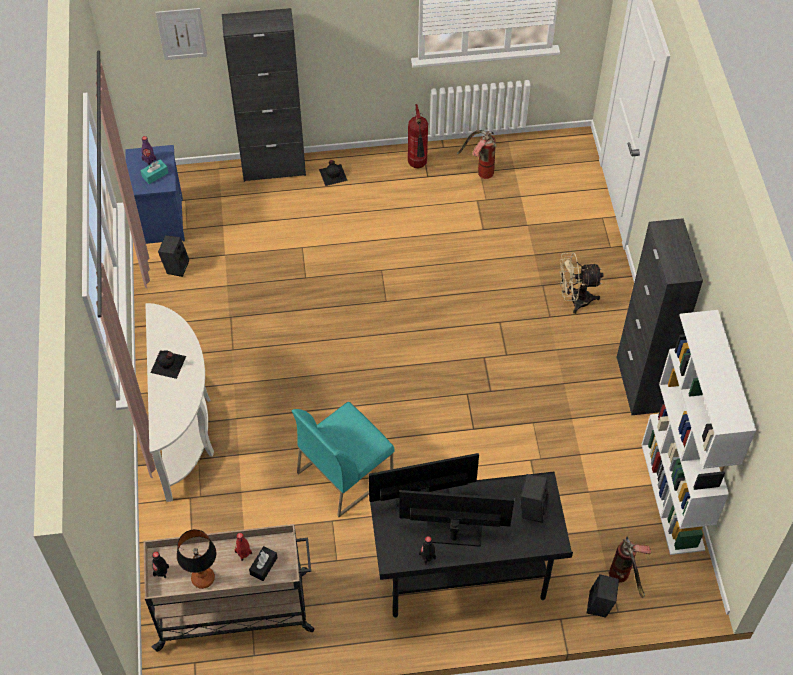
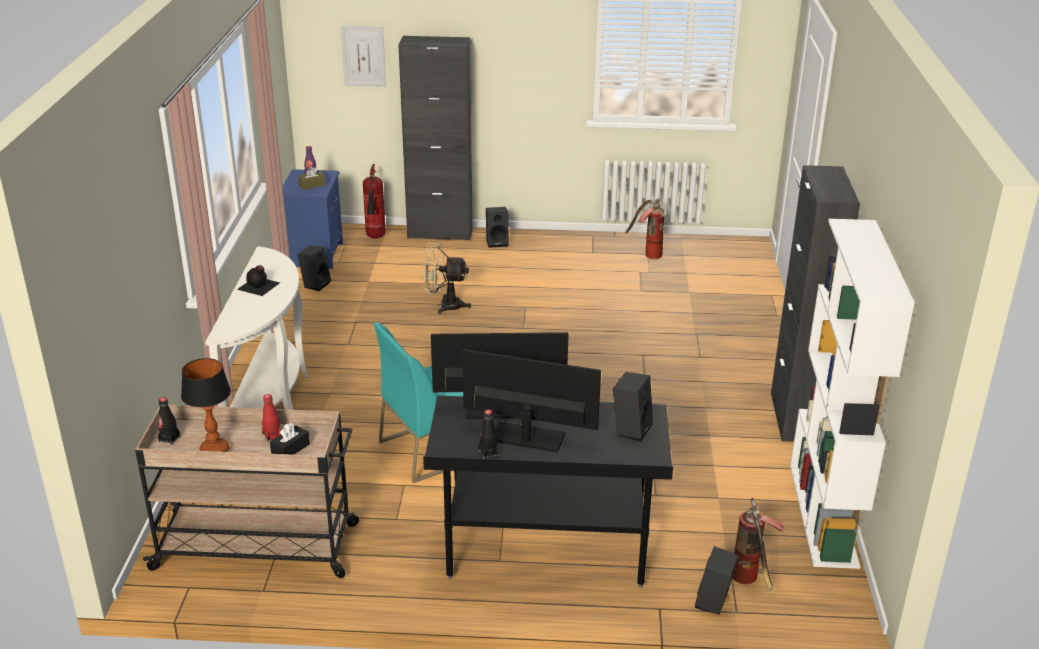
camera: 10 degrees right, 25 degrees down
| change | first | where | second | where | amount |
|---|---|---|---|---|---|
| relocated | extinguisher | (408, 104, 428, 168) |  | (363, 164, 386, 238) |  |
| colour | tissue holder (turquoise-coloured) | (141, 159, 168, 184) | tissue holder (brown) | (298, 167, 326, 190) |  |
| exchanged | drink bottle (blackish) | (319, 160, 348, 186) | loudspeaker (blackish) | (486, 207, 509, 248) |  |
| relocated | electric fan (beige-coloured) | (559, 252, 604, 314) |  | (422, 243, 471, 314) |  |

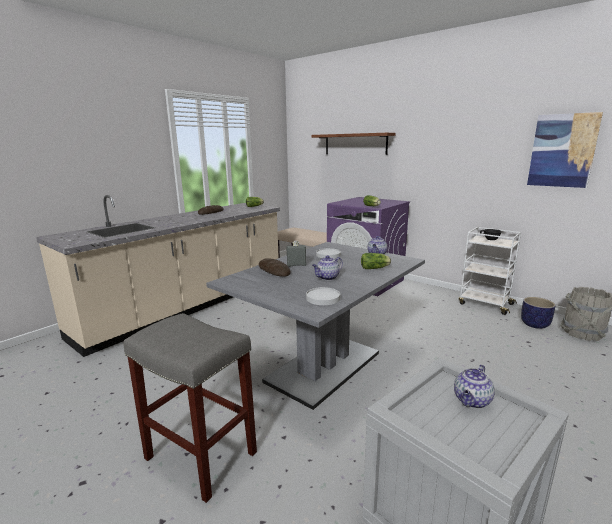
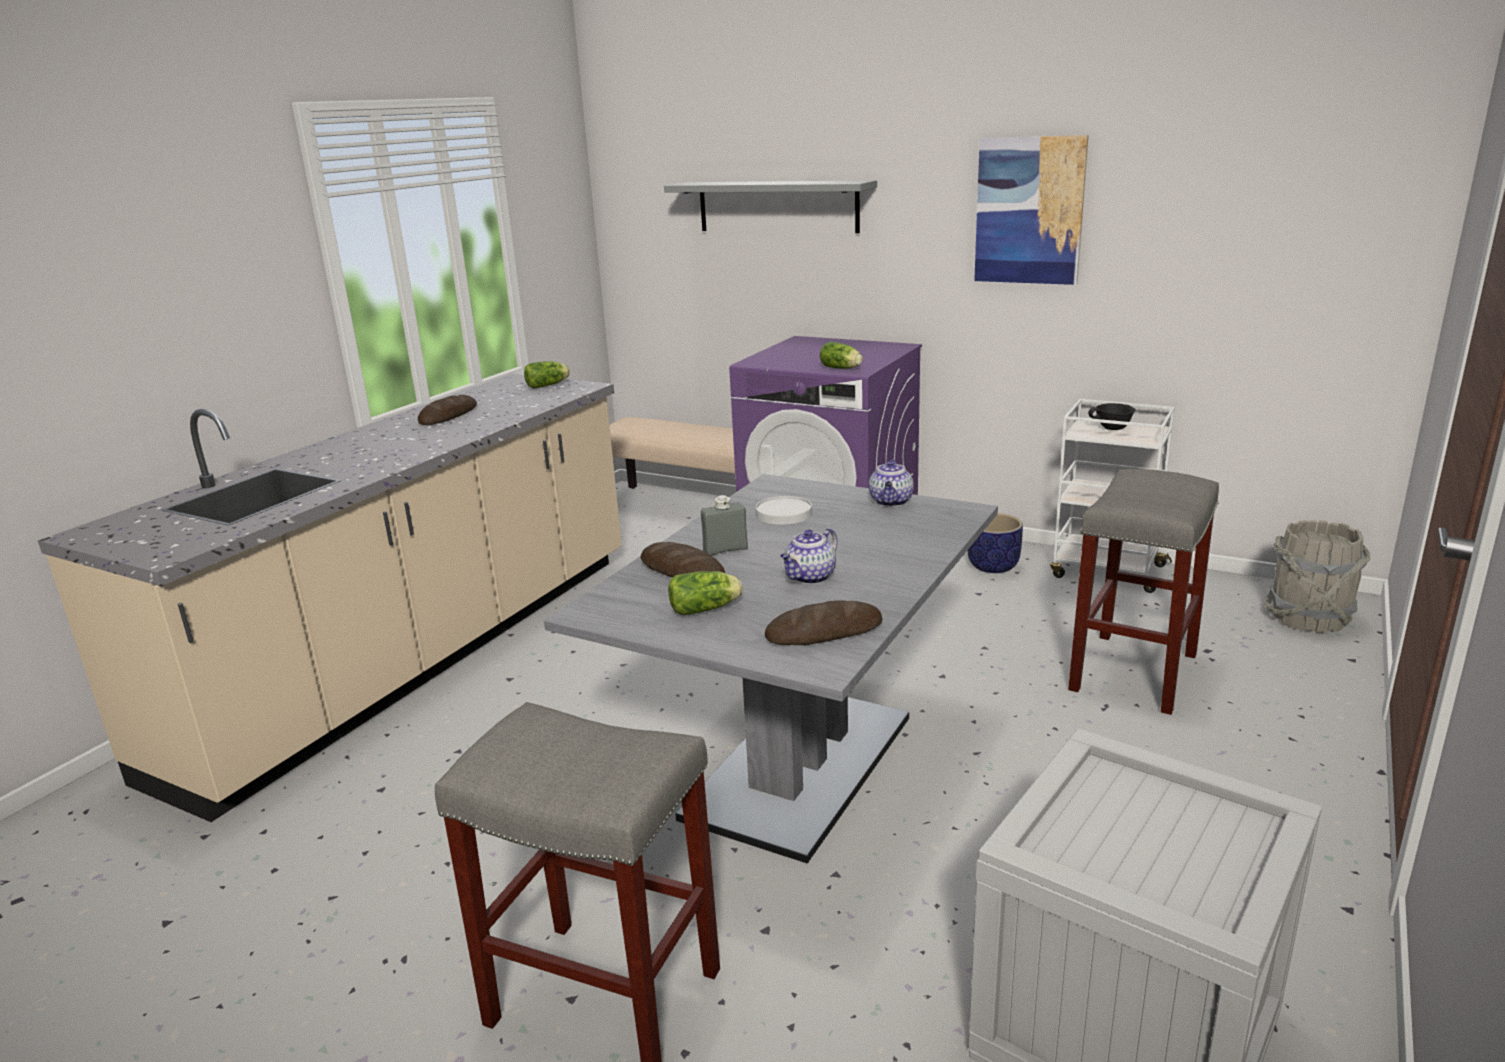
camera: 10 degrees left, 5 degrees up
| change | first | where | second | where | amount |
|---|---|---|---|---|---|
| relocated | wall art | (527, 112, 603, 188) |  | (974, 135, 1088, 285) |  |
| colour | shelf (brown) | (311, 133, 396, 155) | shelf (gray) | (664, 180, 877, 233) |  |
| relocated | head of lettuce | (361, 253, 391, 269) |  | (668, 571, 743, 615) |  |
| exchanged | flat dish (white) | (306, 287, 340, 305) | bakery bread | (765, 600, 883, 645) |  |
| relocated | planter | (521, 297, 556, 329) |  | (967, 513, 1023, 573) |  |
| missing | pot for tea | (454, 365, 495, 408) |  |  |  |
| appeared |  |  | sitting stool (gray) | (1068, 469, 1219, 715) |  |

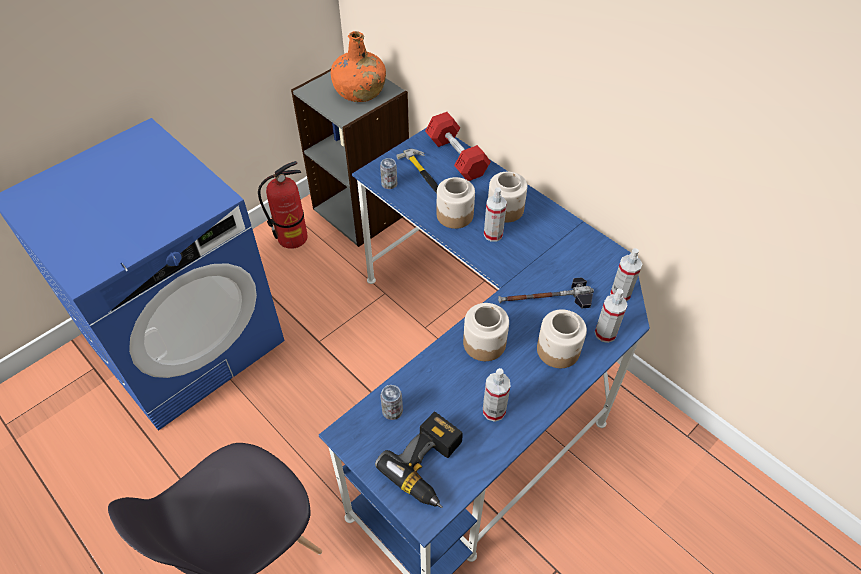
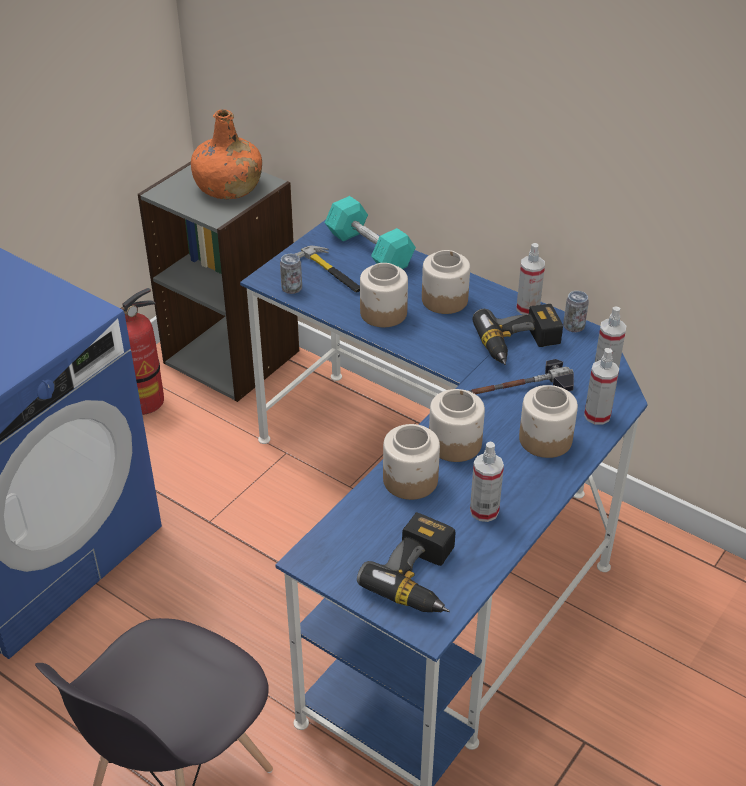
camera: 10 degrees left, 10 degrees down
| change | first | where | second | where | amount |
|---|---|---|---|---|---|
| colour | dumbbell (reddish) | (425, 112, 491, 181) | dumbbell (turquoise-coloured) | (325, 196, 416, 269) |  |
| relocated | spray bottle | (484, 187, 507, 242) |  | (516, 243, 545, 315) |  |
| relocated | metal can | (380, 385, 403, 420) |  | (563, 291, 589, 332) |  |
| appeared |  |  | drill | (472, 304, 563, 365) |  |
| appeared |  |  | jar | (383, 424, 440, 500) |  |

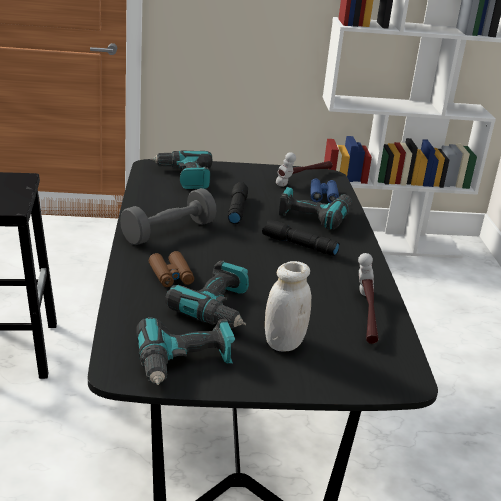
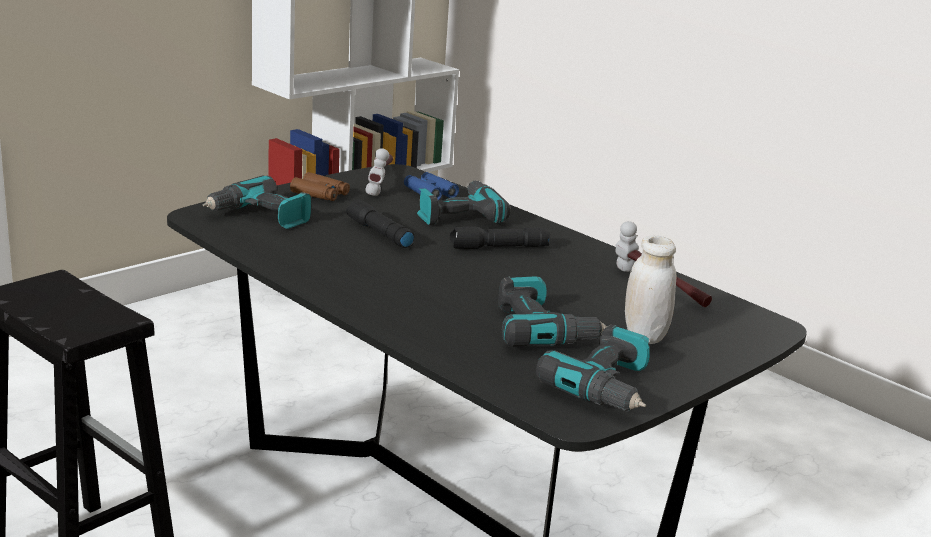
camera: 40 degrees left, 5 degrees down
| change | first | where | second | where | amount |
|---|---|---|---|---|---|
| missing | dumbbell (gray) | (120, 188, 216, 245) |  |  |  |
| relocated | binoculars (brown) | (149, 251, 194, 287) |  | (290, 172, 350, 201) |  |

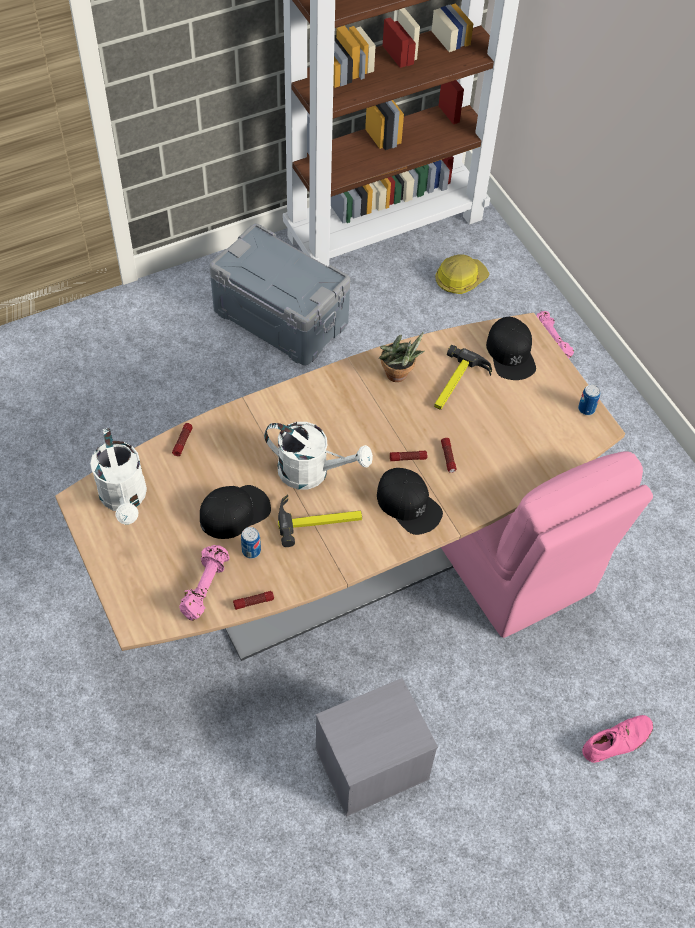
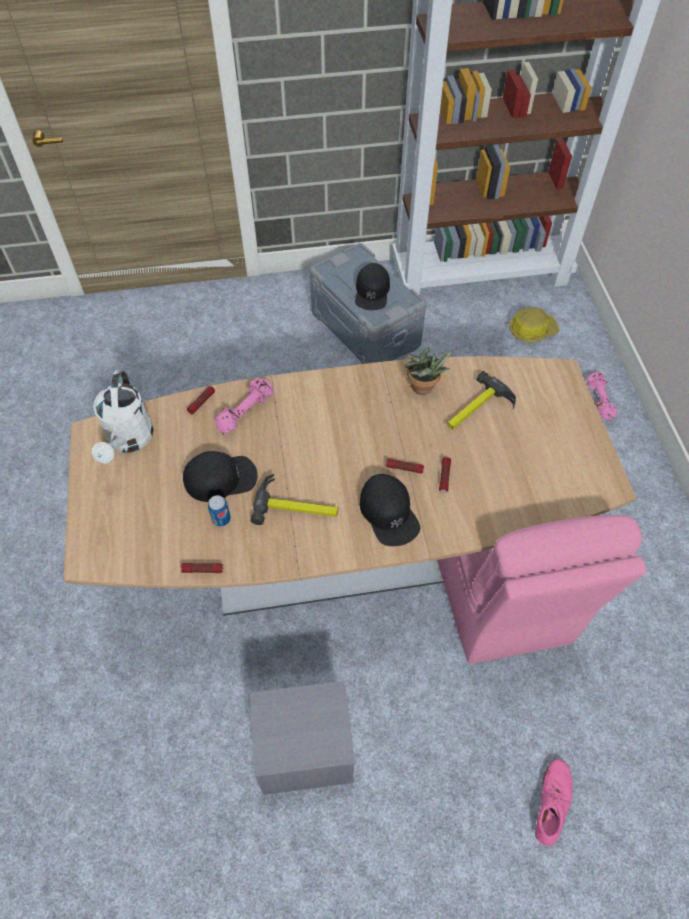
camera: 20 degrees right, 0 degrees up
| change | first | where | second | where | amount |
|---|---|---|---|---|---|
| relocated | cap (blackish) | (486, 317, 536, 380) |  | (355, 263, 390, 310) |  |
| missing | metal can | (578, 385, 600, 415) |  |  |  |
| missing | watering can (white) | (264, 422, 373, 490) |  |  |  |
| relocated | dumbbell (pinkish) | (179, 545, 230, 621) |  | (215, 378, 273, 435) |  |
| spun | shoe (pinkish) | (582, 715, 653, 763) |  | (535, 759, 573, 846) | 60 degrees counterclockwise |

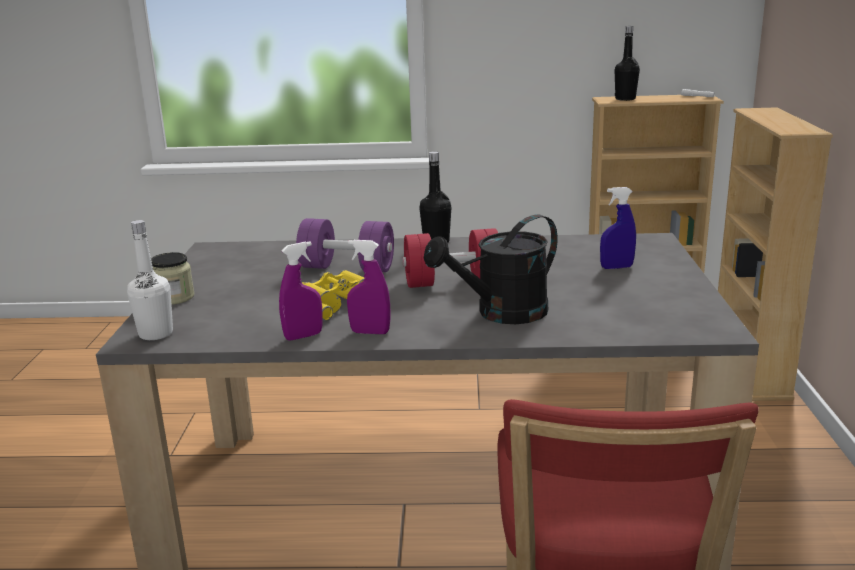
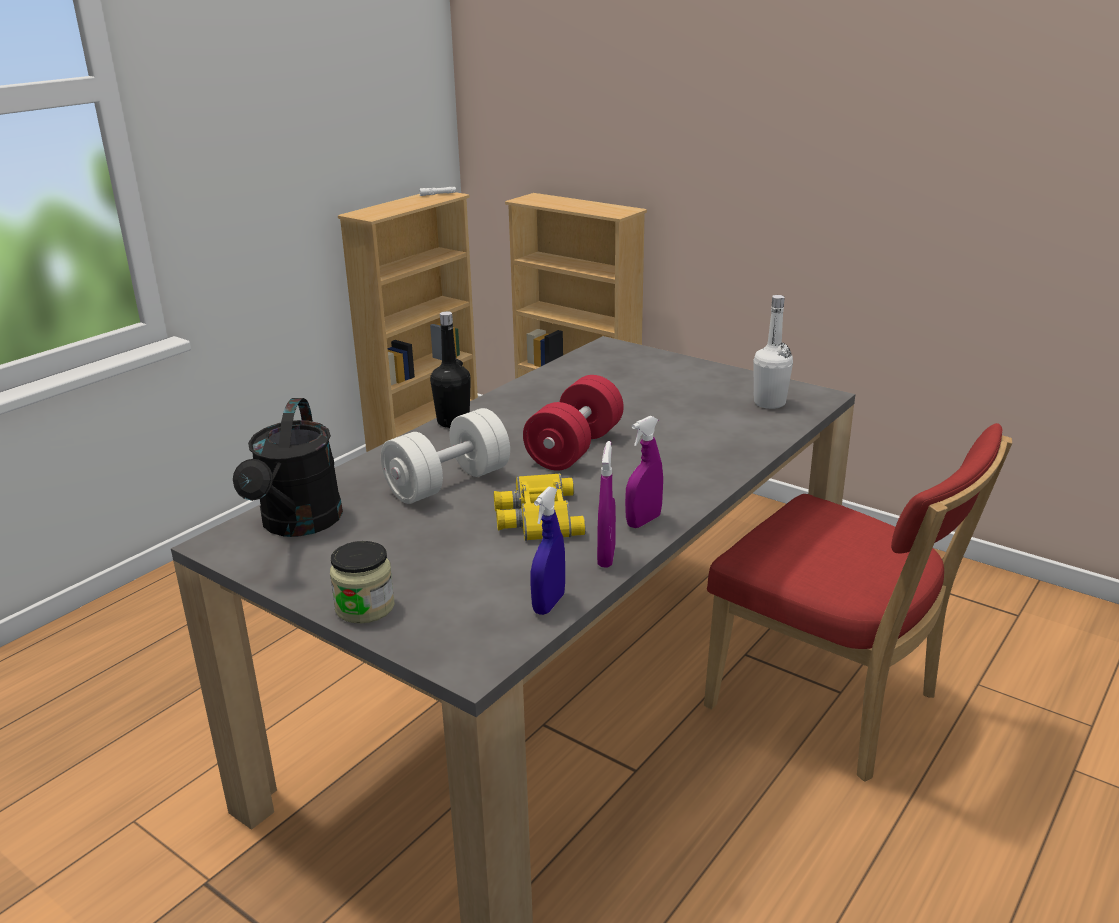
camera: 55 degrees left, 5 degrees up
| change | first | where | second | where | amount |
|---|---|---|---|---|---|
| missing | drink bottle (blackish) | (615, 26, 640, 101) |  |  |  |
| relocated | spray bottle (bluish) | (600, 187, 636, 269) |  | (531, 487, 565, 615) |  |
| relocated | watering can (blackish) | (424, 214, 558, 324) |  | (233, 398, 343, 537) |  |
| colour | dumbbell (purplish) | (296, 218, 394, 272) | dumbbell (white) | (381, 408, 510, 504) |  |
| relocated | drink bottle (white) | (127, 220, 173, 340) |  | (753, 295, 793, 409) |  |

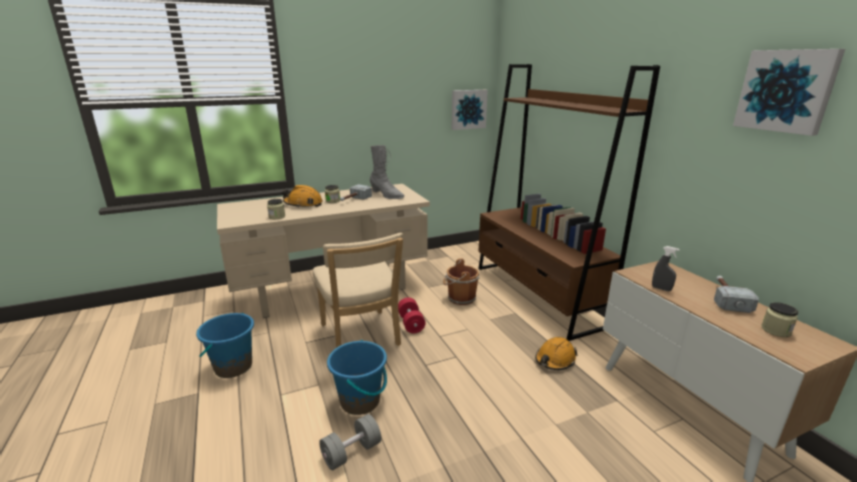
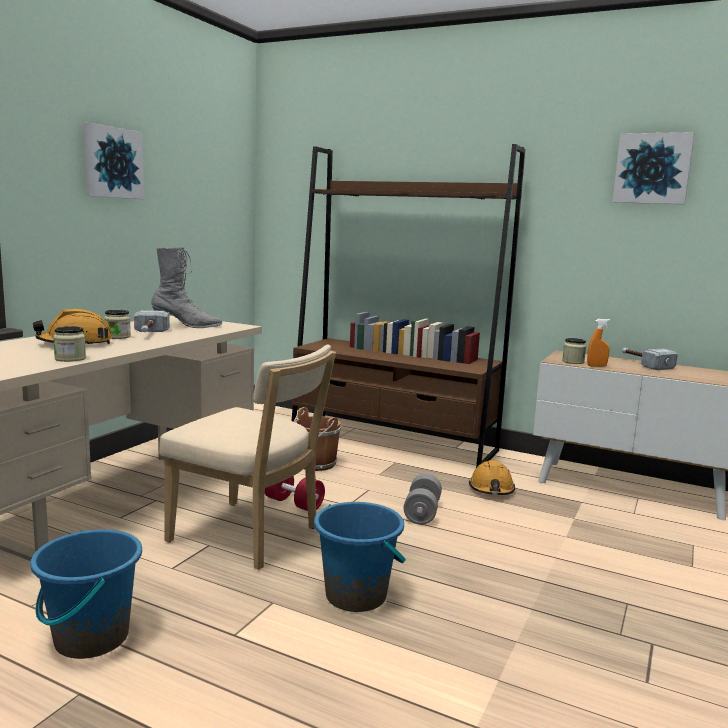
camera: 40 degrees left, 10 degrees down
| change | first | where | second | where | amount |
|---|---|---|---|---|---|
| relocated | wall art | (452, 90, 488, 130) |  | (83, 123, 144, 199) |  |
| colour | spray bottle (gray) | (652, 246, 680, 291) | spray bottle (orange) | (587, 319, 611, 367) |  |
| relocated | jar | (761, 302, 798, 337) |  | (562, 338, 586, 364) |  |
| relocated | dumbbell (gray) | (319, 414, 381, 470) |  | (404, 473, 442, 525) |  |

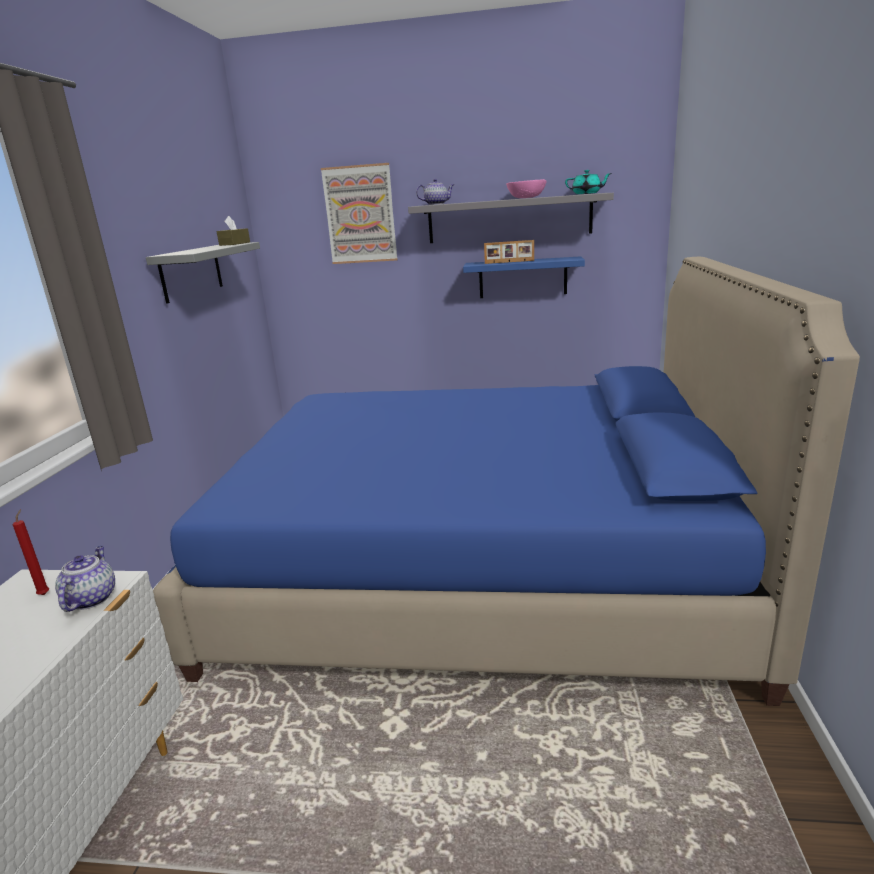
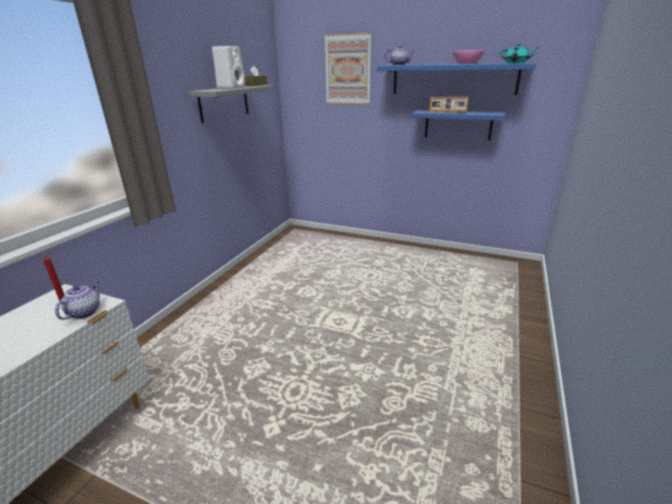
camera: 15 degrees right, 5 degrees up
| change | first | where | second | where | amount |
|---|---|---|---|---|---|
| colour | shelf (gray) | (408, 193, 614, 243) | shelf (bluish) | (377, 63, 536, 95) |  |
| missing | bed (bluish) | (153, 257, 860, 706) |  |  |  |
| appeared |  |  | loudspeaker (white) | (212, 46, 245, 89) |  |

